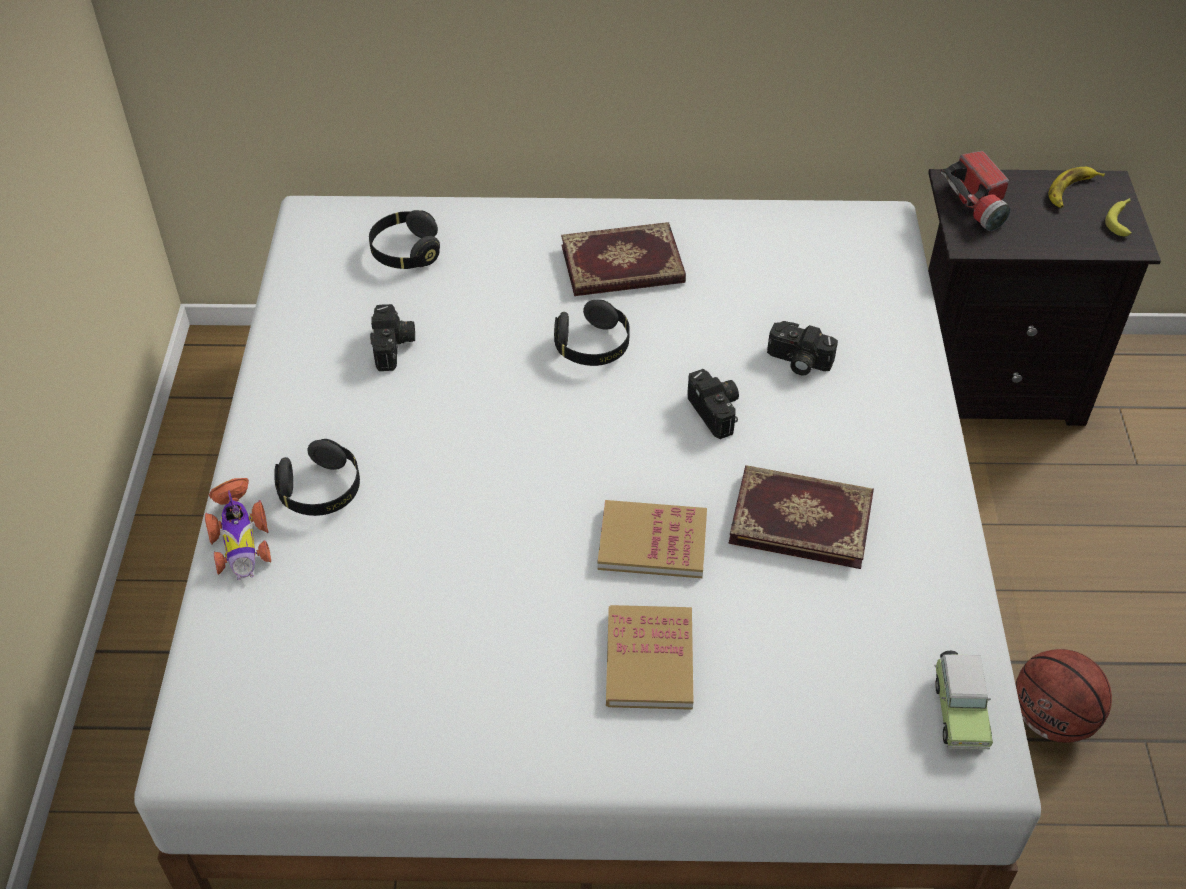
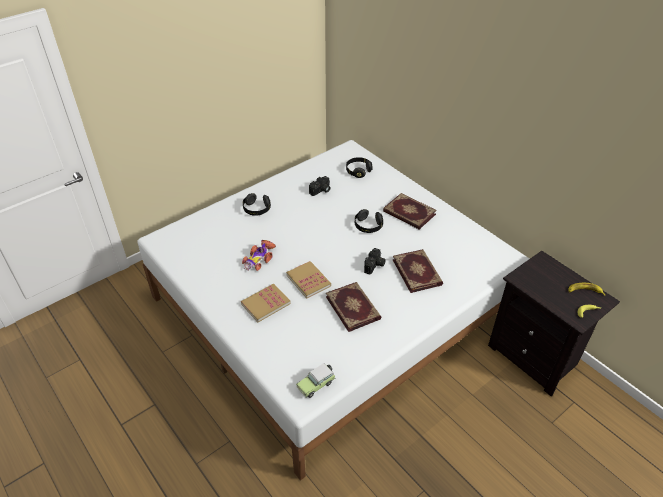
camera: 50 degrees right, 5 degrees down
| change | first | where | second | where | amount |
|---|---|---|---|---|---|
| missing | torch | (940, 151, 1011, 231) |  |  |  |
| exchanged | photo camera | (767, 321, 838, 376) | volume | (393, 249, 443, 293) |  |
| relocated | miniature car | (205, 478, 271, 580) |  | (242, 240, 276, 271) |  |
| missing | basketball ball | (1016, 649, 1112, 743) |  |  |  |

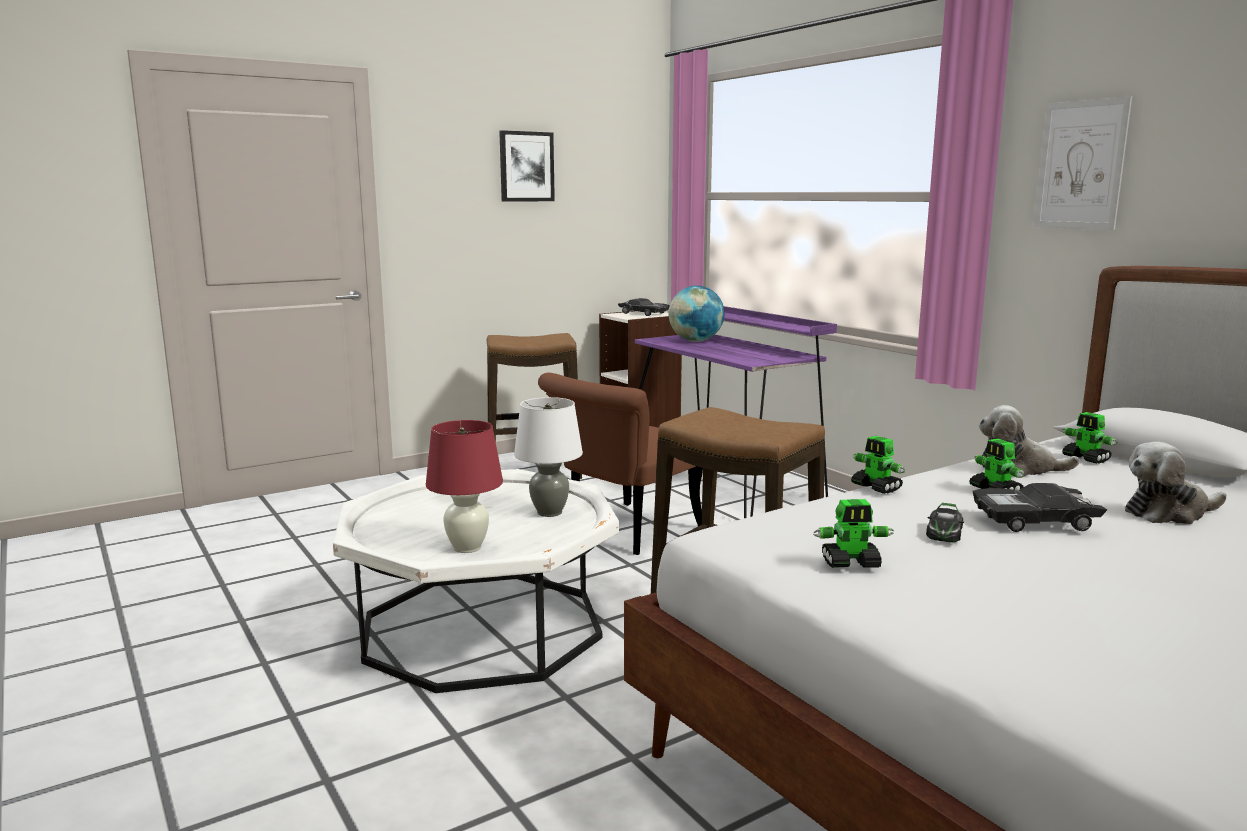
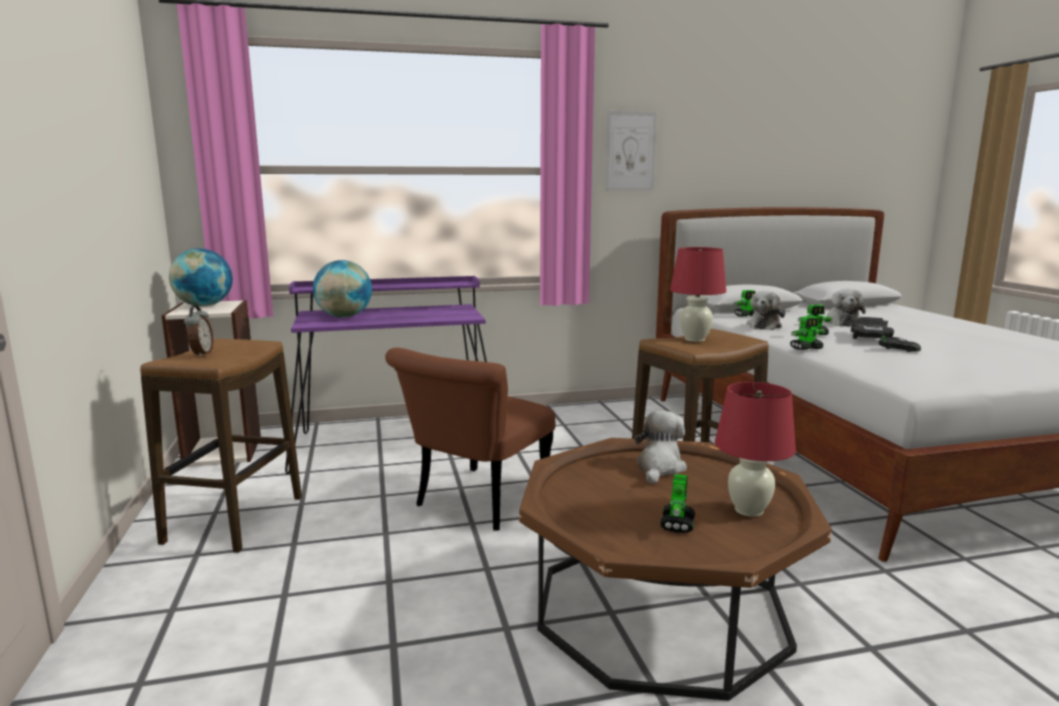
camera: 70 degrees left, 0 degrees up
| change | first | where | second | where | amount |
|---|---|---|---|---|---|
| missing | wall art | (499, 130, 555, 202) |  |  |  |
| exchanged | miniature car (blackish) | (618, 298, 670, 316) | desk globe | (169, 248, 233, 307) |  |
| spun | plain chair (brown) | (538, 373, 703, 555) |  | (385, 348, 555, 531) | 60 degrees clockwise |
| exchanged | table lamp (white) | (514, 397, 583, 517) | plush toy | (635, 411, 687, 484) |  |
| colour | coffee table (white) | (333, 469, 619, 693) | coffee table (brown) | (519, 438, 832, 701) |  |
| relocated | robot figure | (813, 499, 894, 568) |  | (660, 474, 695, 533) |  |
| appeared |  |  | table lamp (reddish) | (670, 247, 726, 342) |  |
| appeared |  |  | alarm clock | (184, 305, 213, 357) |  |

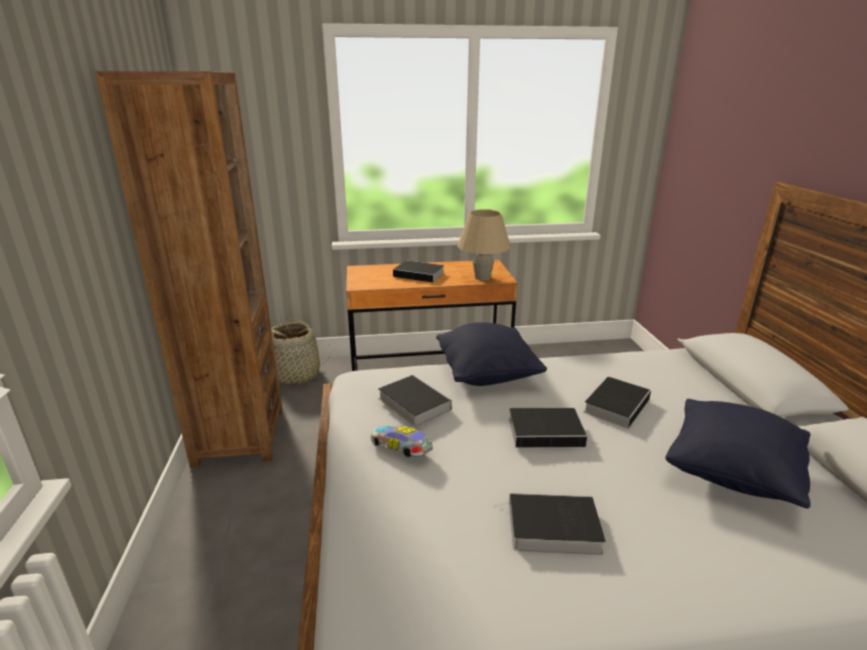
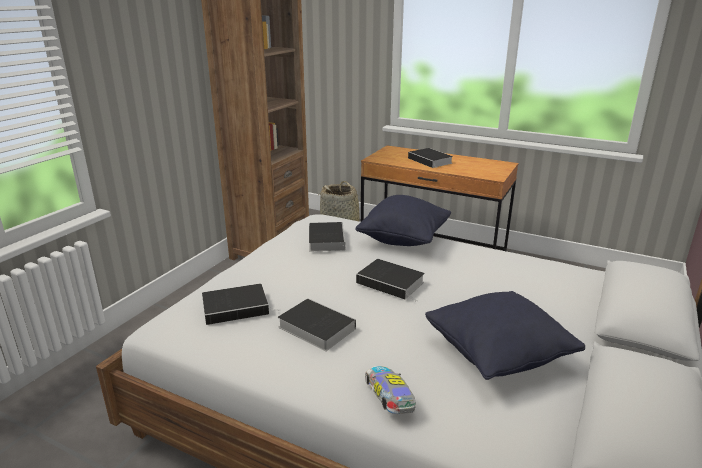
camera: 35 degrees right, 0 degrees up
| change | first | where | second | where | amount |
|---|---|---|---|---|---|
| missing | table lamp (beige-coloured) | (458, 209, 511, 281) |  |  |  |
| relocated | volume | (584, 377, 651, 428) |  | (202, 284, 280, 325) |  |
| relocated | miniature car | (371, 425, 433, 457) |  | (365, 366, 416, 414) |  |

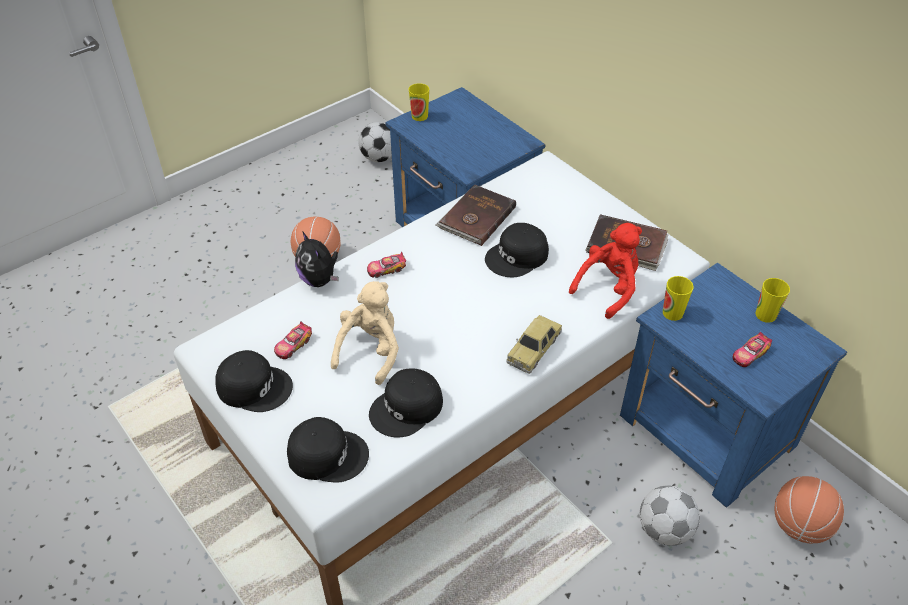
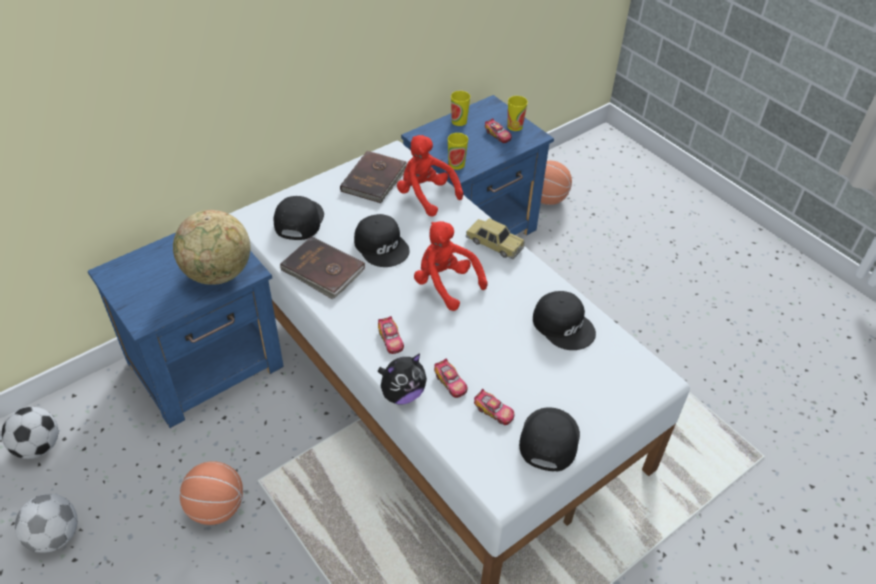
camera: 90 degrees left, 0 degrees up
| change | first | where | second | where | amount |
|---|---|---|---|---|---|
| relocated | cup | (409, 83, 429, 121) |  | (507, 96, 528, 131) |  |
| missing | plush toy (beige-coloured) | (331, 281, 399, 385) |  |  |  |
| relocated | cap (blackish) | (287, 417, 369, 483) |  | (274, 196, 324, 240) |  |
| relocated | football | (639, 485, 700, 546) |  | (15, 494, 78, 553) |  |
| appeared |  |  | desk globe | (173, 210, 251, 285) |  |
| appeared |  |  | plush toy (reddish) | (414, 221, 488, 311) |  |
| appeared |  |  | miniature car | (434, 358, 468, 398) |  |

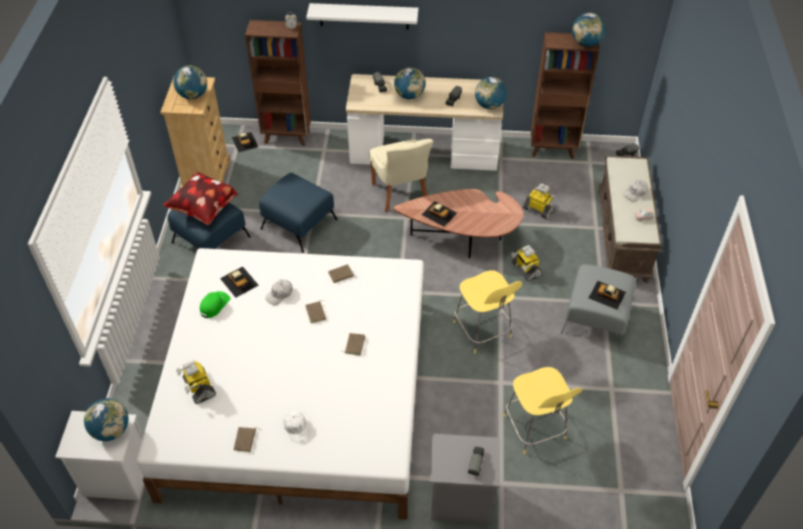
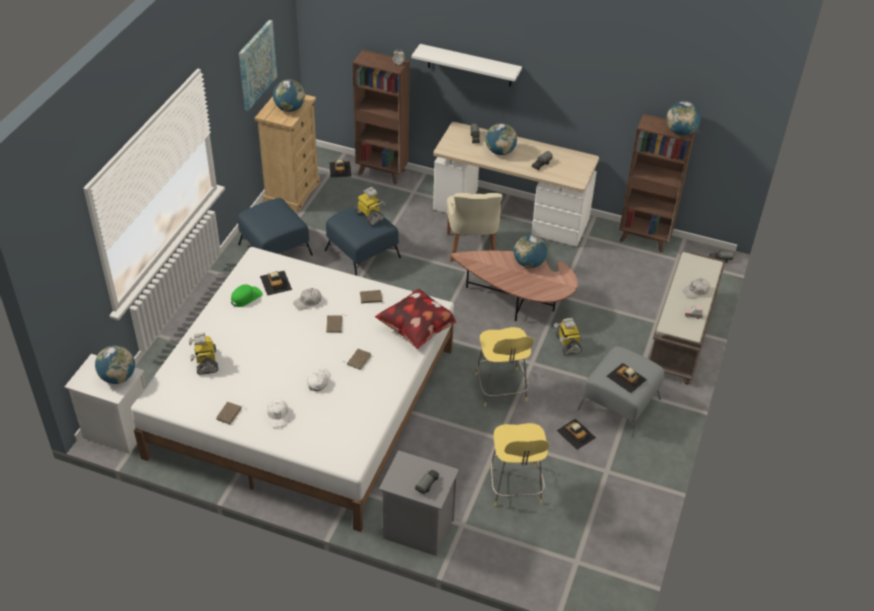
camera: 15 degrees right, 5 degrees down
| change | first | where | second | where | amount |
|---|---|---|---|---|---|
| relocated | desk globe | (475, 77, 507, 109) |  | (514, 235, 547, 268) |  |
| relocated | pillow | (163, 172, 238, 225) |  | (375, 289, 456, 349) |  |
| relocated | robot figure | (523, 184, 556, 219) |  | (354, 187, 386, 225) |  |
| relocated | miniature car | (421, 201, 457, 227) |  | (556, 419, 596, 450) |  |
| appeared |  |  | wall art | (239, 20, 277, 111) |  |
| appeared |  |  | cap (white) | (307, 368, 331, 391) |  |

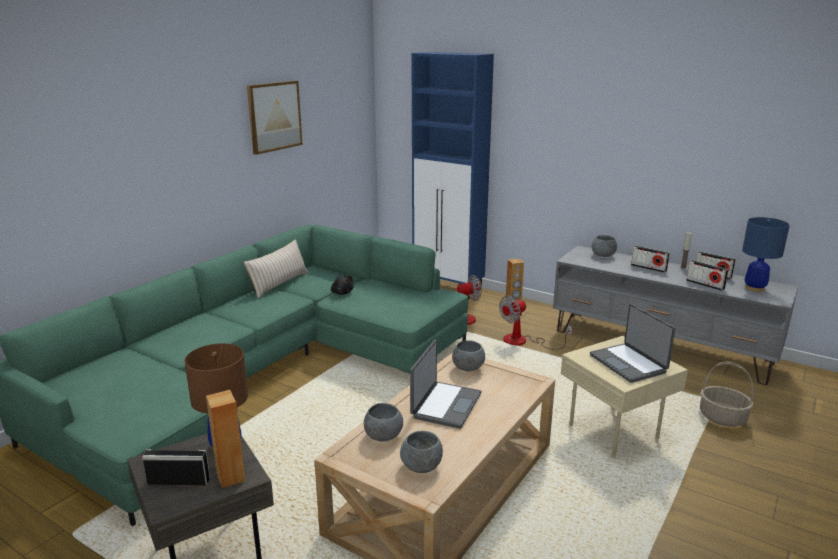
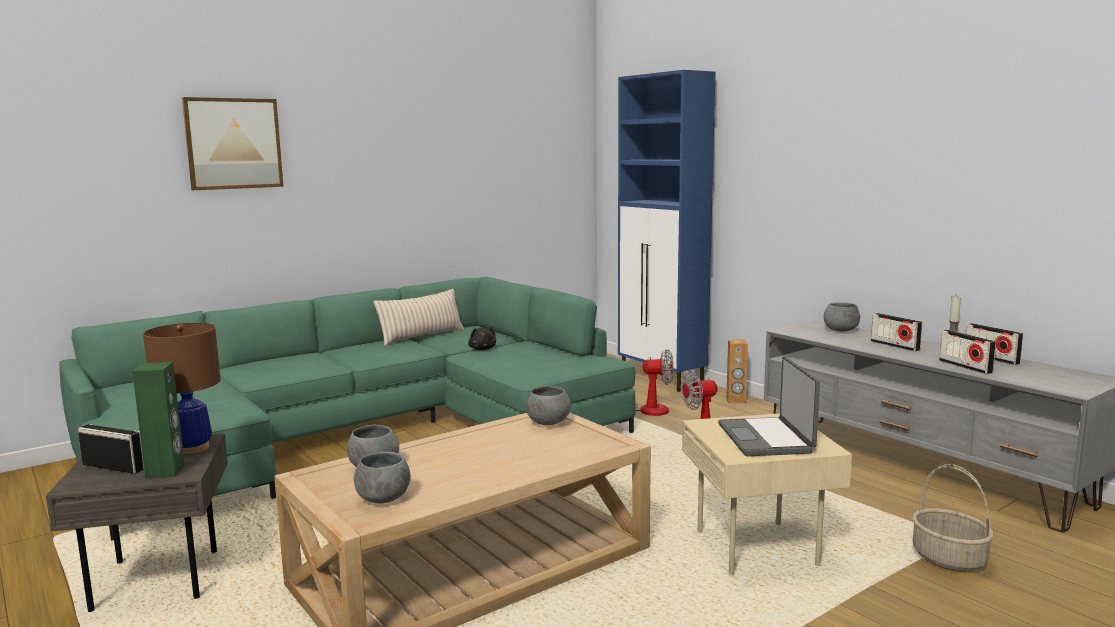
camera: 20 degrees right, 10 degrees down
| change | first | where | second | where | amount |
|---|---|---|---|---|---|
| relocated | wall art | (247, 81, 303, 155) |  | (182, 97, 283, 190) |  |
| missing | table lamp (bluish) | (742, 217, 790, 292) |  |  |  |
| missing | laptop | (410, 340, 482, 429) |  |  |  |
| colour | loudspeaker (brown) | (206, 390, 246, 488) | loudspeaker (green) | (132, 362, 185, 478) |  |

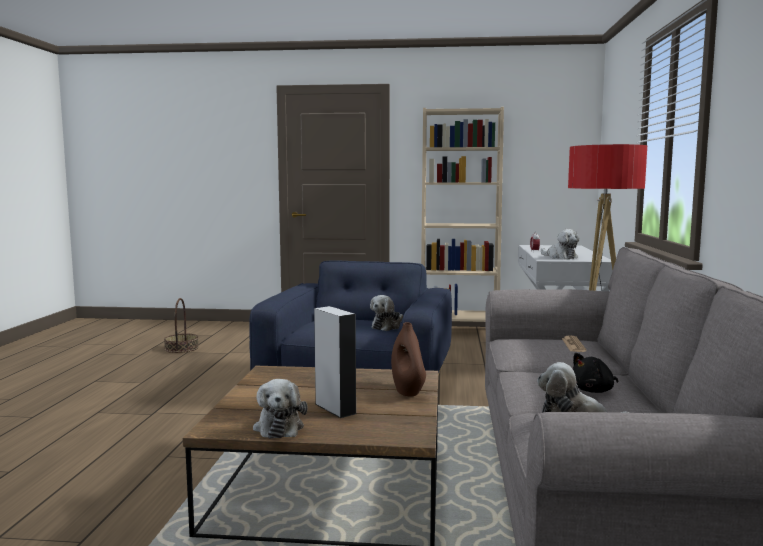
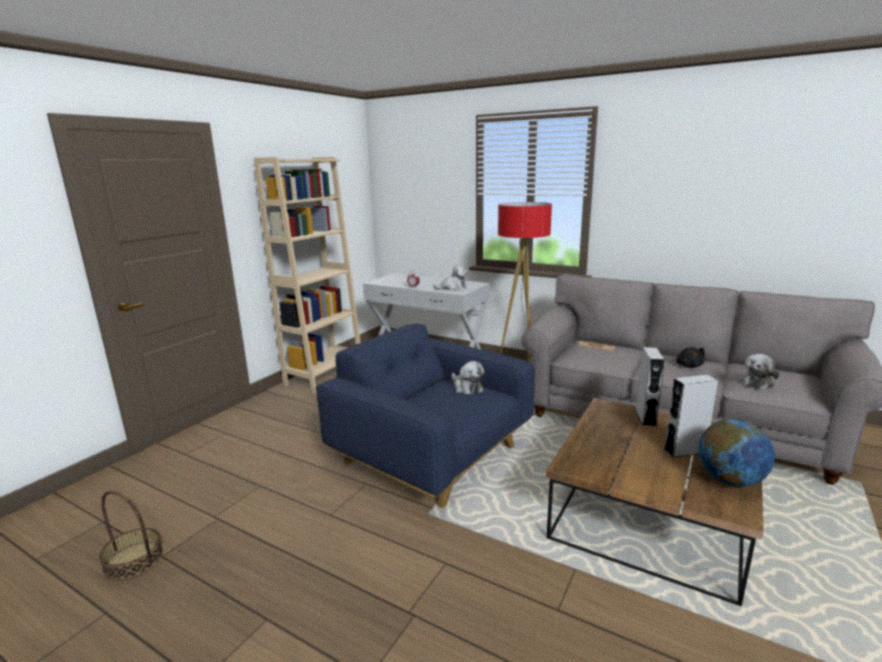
camera: 65 degrees left, 10 degrees up
| change | first | where | second | where | amount |
|---|---|---|---|---|---|
| exchanged | decorative vase (brown) | (391, 322, 426, 397) | loudspeaker (gray) | (636, 347, 665, 426) |  |
| exchanged | plush toy | (253, 379, 308, 439) | desk globe | (699, 419, 775, 487) |  |

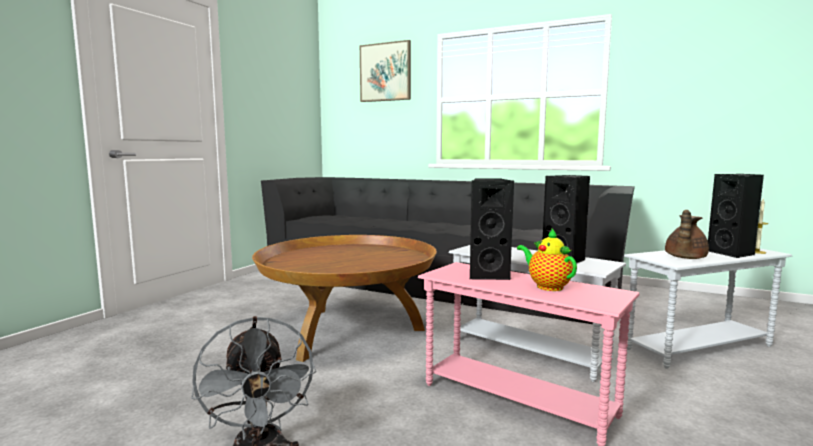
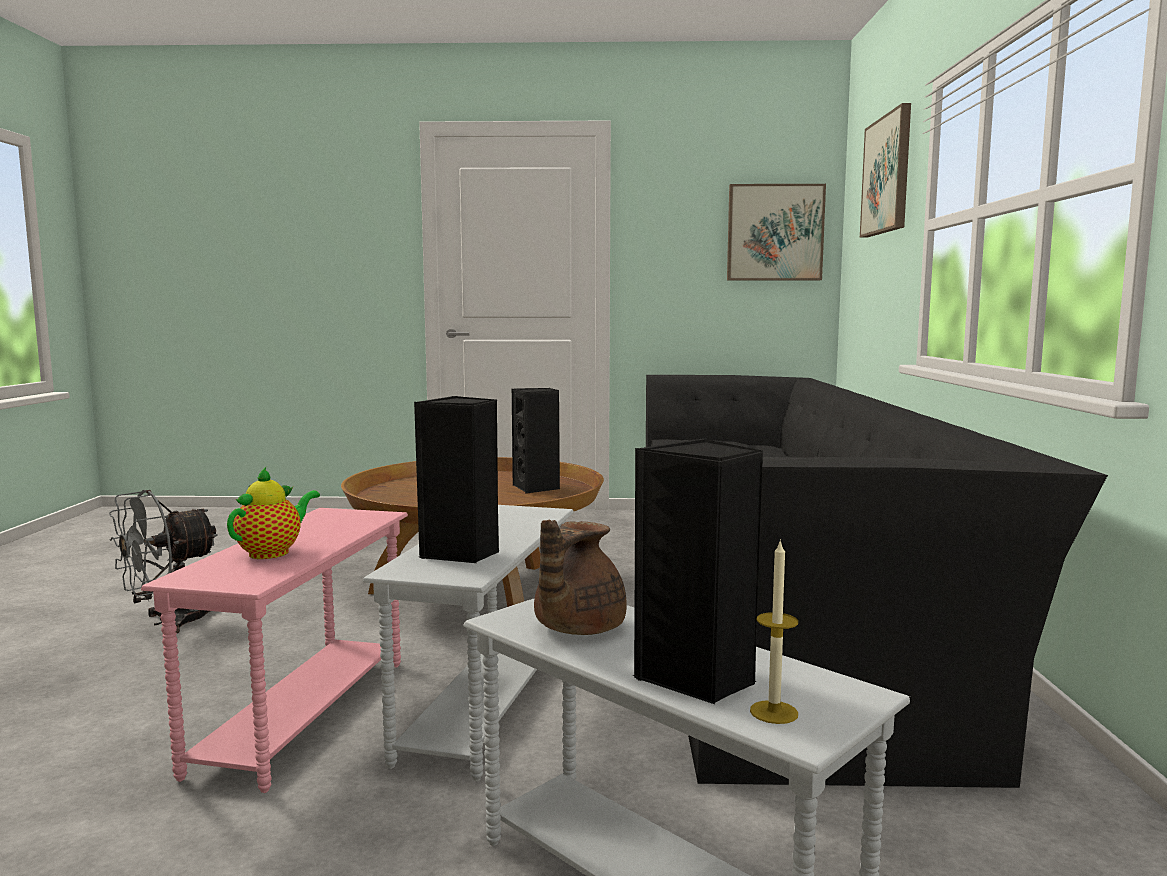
camera: 65 degrees right, 0 degrees up
| change | first | where | second | where | amount |
|---|---|---|---|---|---|
| relocated | loudspeaker (blackish) | (470, 178, 514, 280) |  | (512, 388, 560, 494) |  |
| spun | pot for tea (brown) | (665, 210, 709, 259) |  | (534, 520, 627, 635) | 75 degrees counterclockwise |
| appeared |  |  | wall art | (727, 184, 826, 281) |  |

